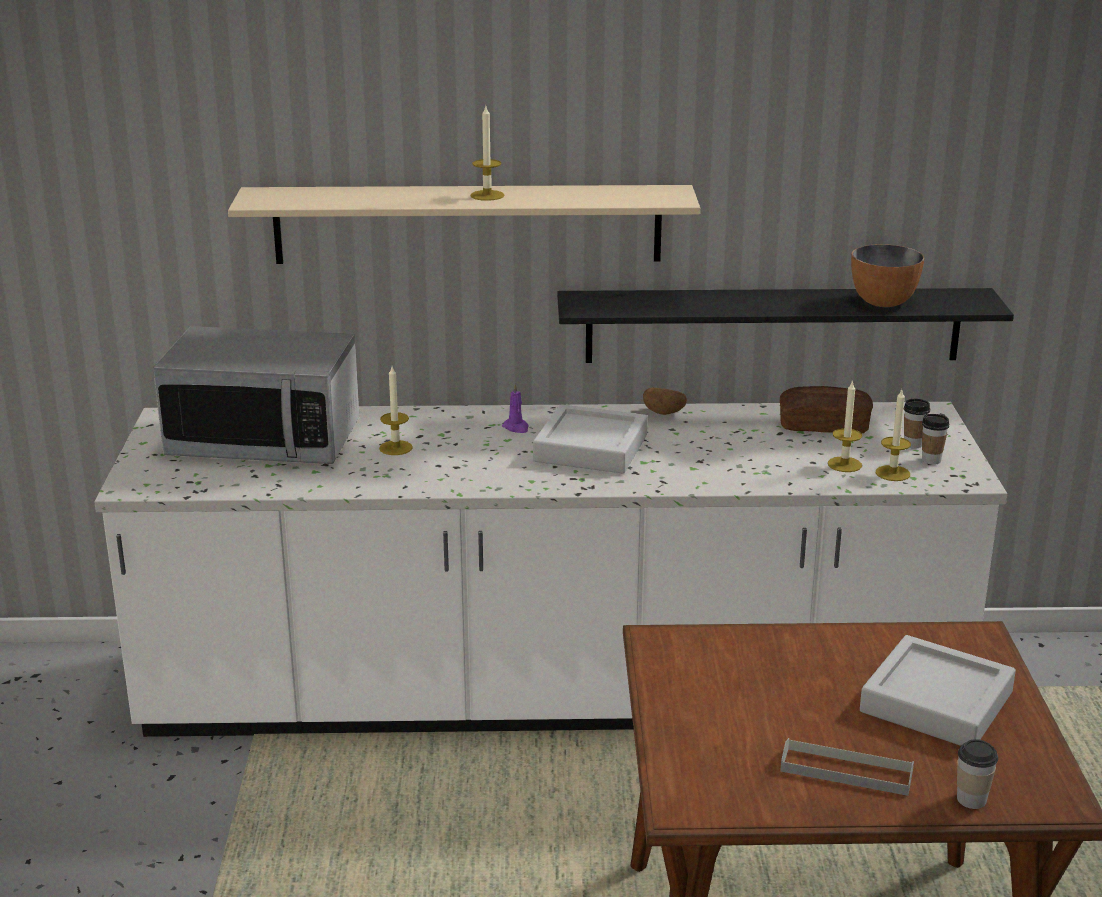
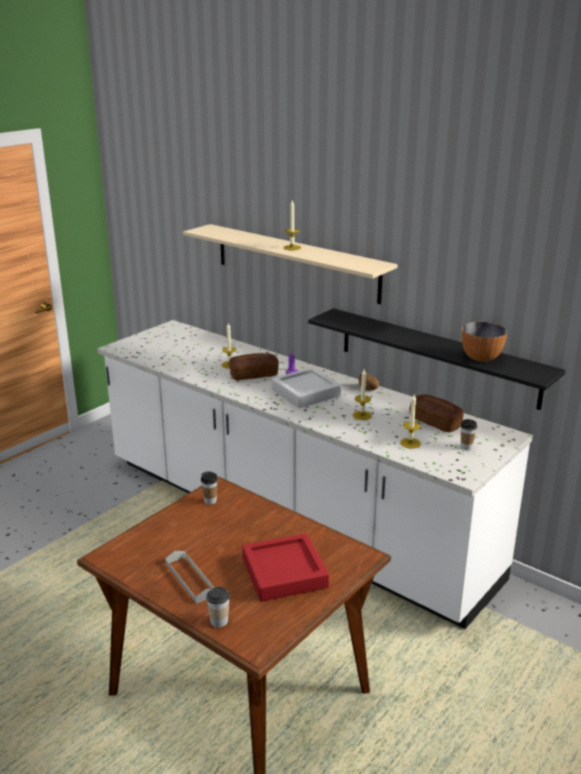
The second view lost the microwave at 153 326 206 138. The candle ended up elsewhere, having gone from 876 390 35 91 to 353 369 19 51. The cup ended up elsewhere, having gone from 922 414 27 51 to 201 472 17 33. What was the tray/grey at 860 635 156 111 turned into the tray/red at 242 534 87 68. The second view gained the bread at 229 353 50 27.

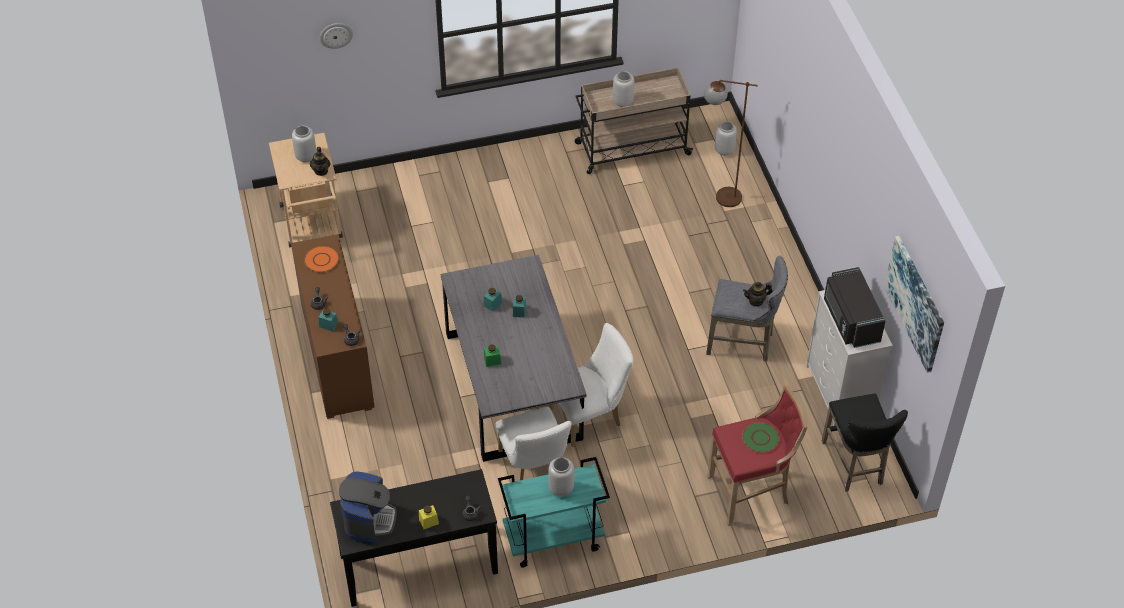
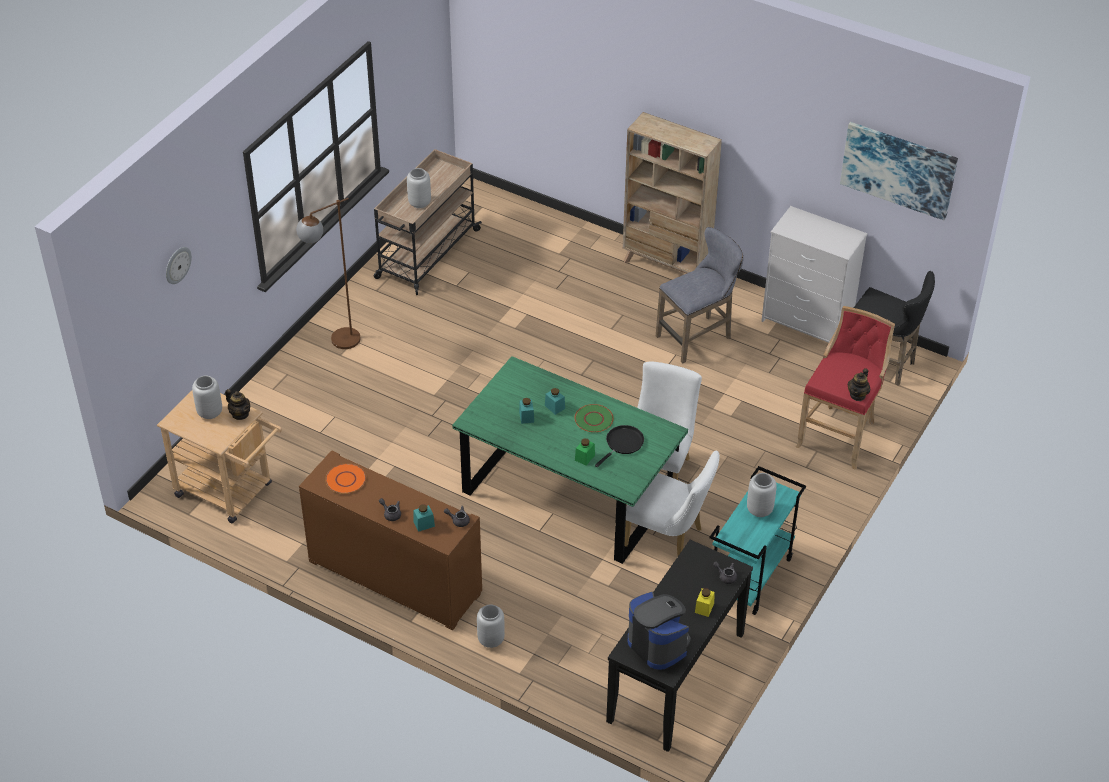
The floor lamp/brown ended up elsewhere, having gone from 704 80 54 127 to 296 198 64 151. The vase/grey ended up elsewhere, having gone from 715 121 22 35 to 477 605 28 43. What was the dining table/grey at 440 255 147 207 turned into the dining table/green at 452 356 236 208. The second view lost the microwave/black at 824 267 62 81. The teapot ended up elsewhere, having gone from 743 282 30 25 to 847 368 23 33. The plate/green ended up elsewhere, having gone from 742 422 37 31 to 575 404 39 28. The second view gained the bookcase/beige at 623 112 99 162. The second view gained the frying pan/black at 595 425 49 42.

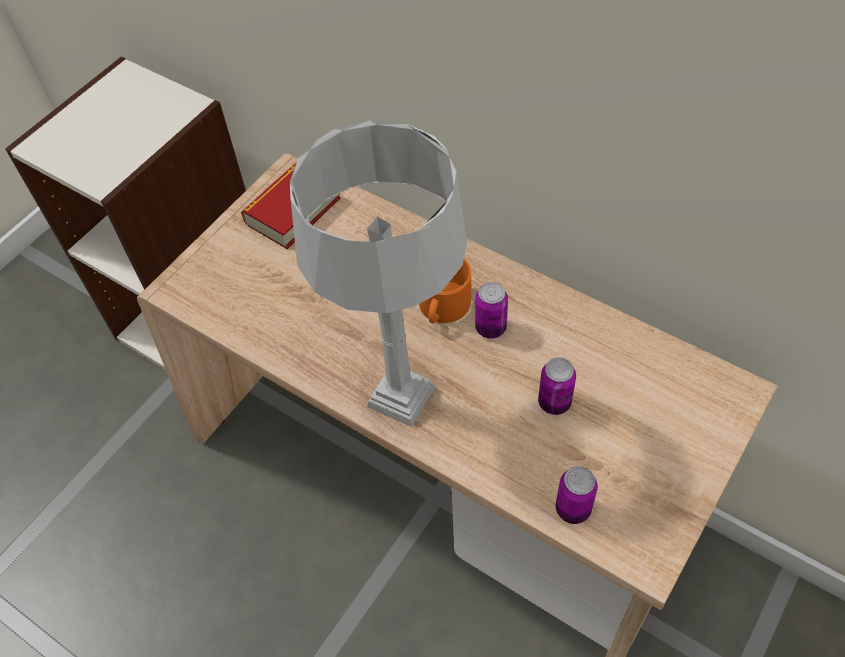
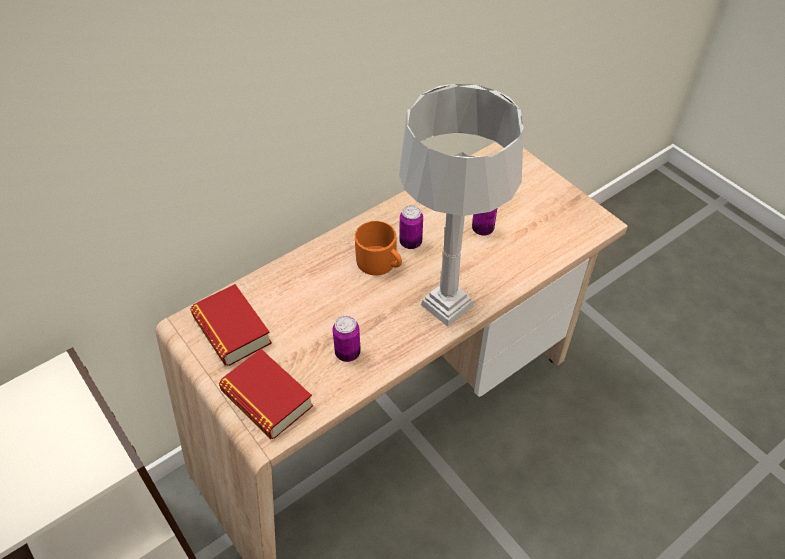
The can ended up elsewhere, having gone from 556 466 42 58 to 333 316 28 46. The second view gained the book at 219 349 94 90.

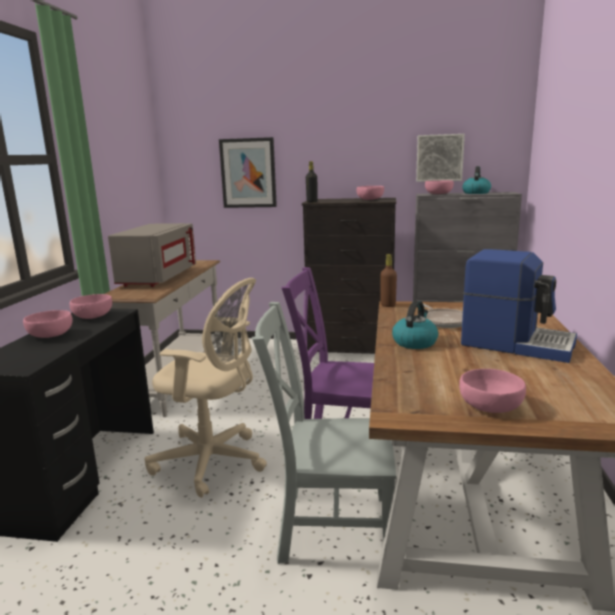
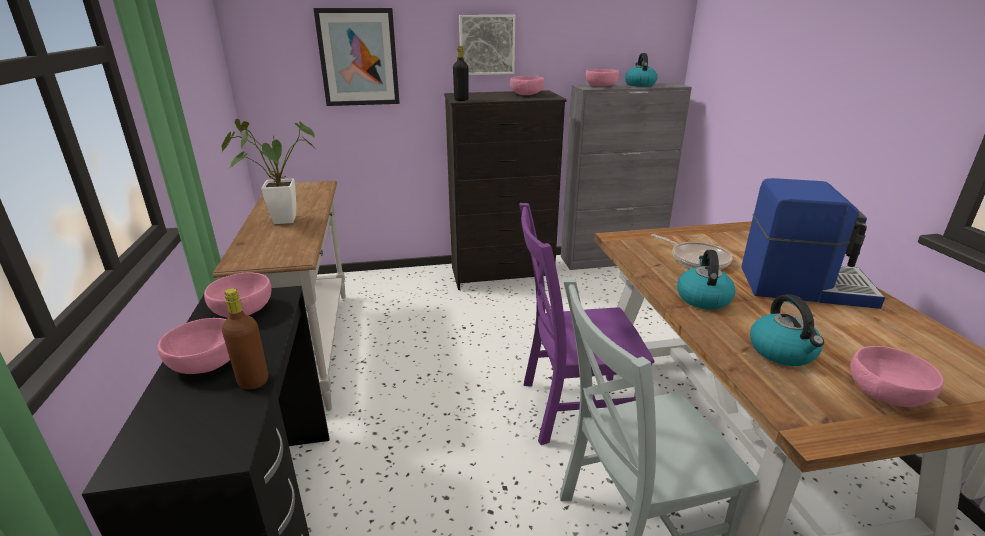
The picture ended up elsewhere, having gone from 416 134 49 48 to 459 15 56 60. Where the microwave/grey stood at 108 223 88 64, the potted plant came to stand at 222 119 93 105. The bottle/brown ended up elsewhere, having gone from 381 254 16 53 to 222 288 46 101. The second view lost the office chair/beige at 144 278 123 220. The second view gained the kettle at 750 294 74 72.

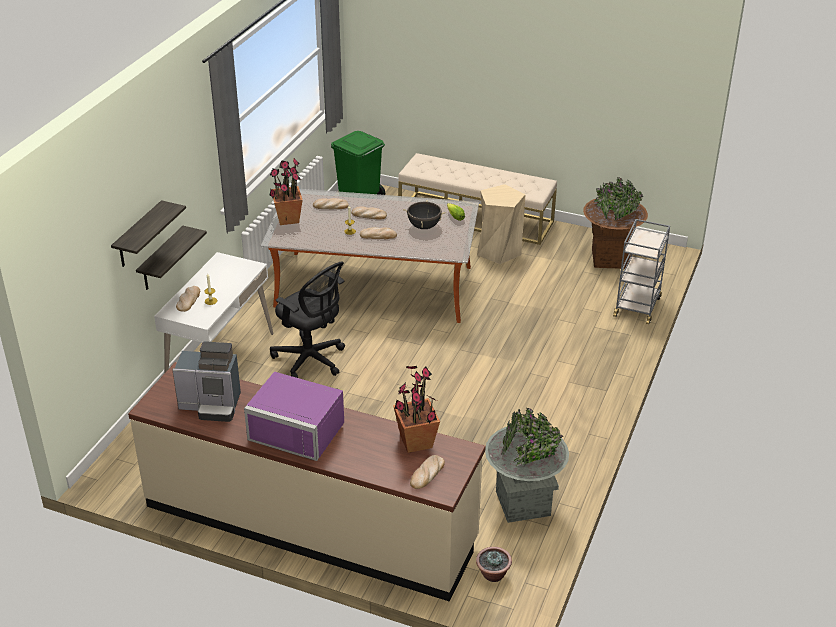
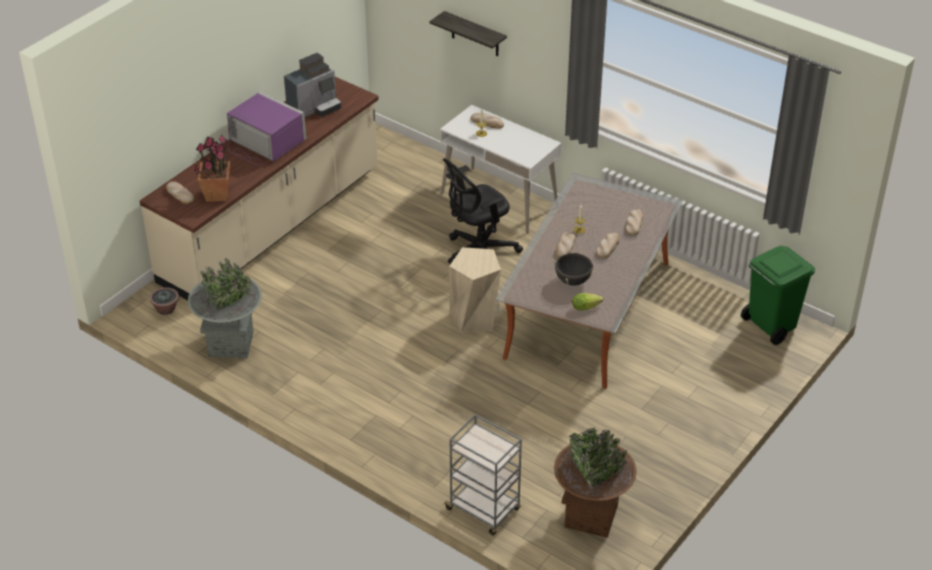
The second view lost the bench/beige at 398 153 159 92. The second view lost the potted plant at 269 158 34 67. The stool/beige ended up elsewhere, having gone from 477 184 49 80 to 449 247 52 85. The second view lost the shelf at 136 226 71 64. The coffee machine at 173 341 68 81 ended up facing another way, 150 degrees counterclockwise from before. The microwave/purple at 244 372 100 89 ended up facing another way, 90 degrees clockwise from before.

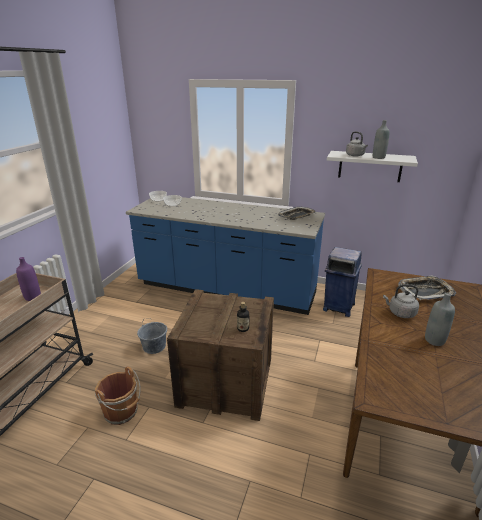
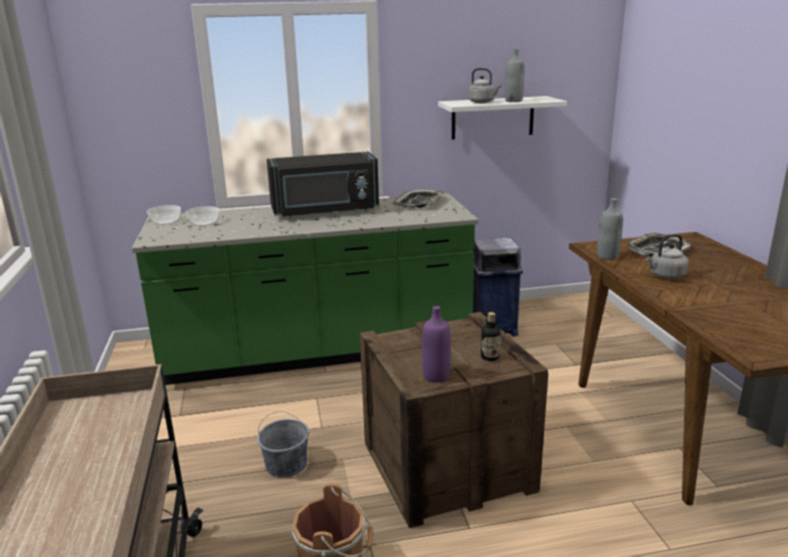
What was the counter/blue at 126 197 199 118 turned into the counter/green at 132 193 346 192. The bottle/purple ended up elsewhere, having gone from 16 257 25 44 to 422 306 29 77. The bottle/grey ended up elsewhere, having gone from 425 293 30 53 to 597 198 26 62. The second view gained the microwave/black at 267 152 112 65.

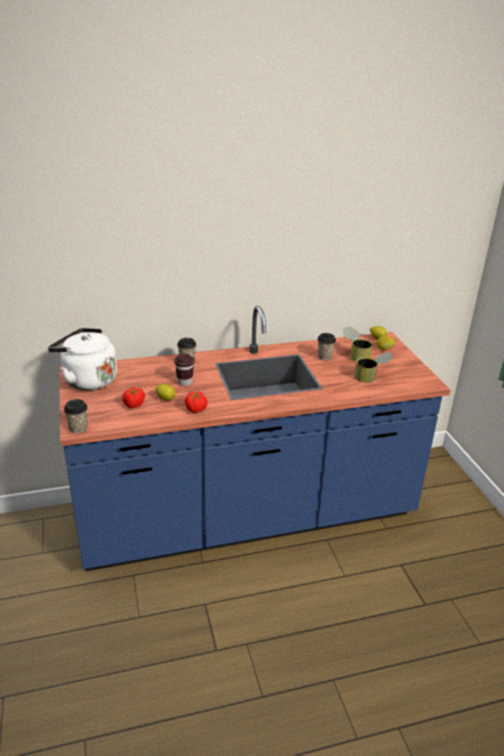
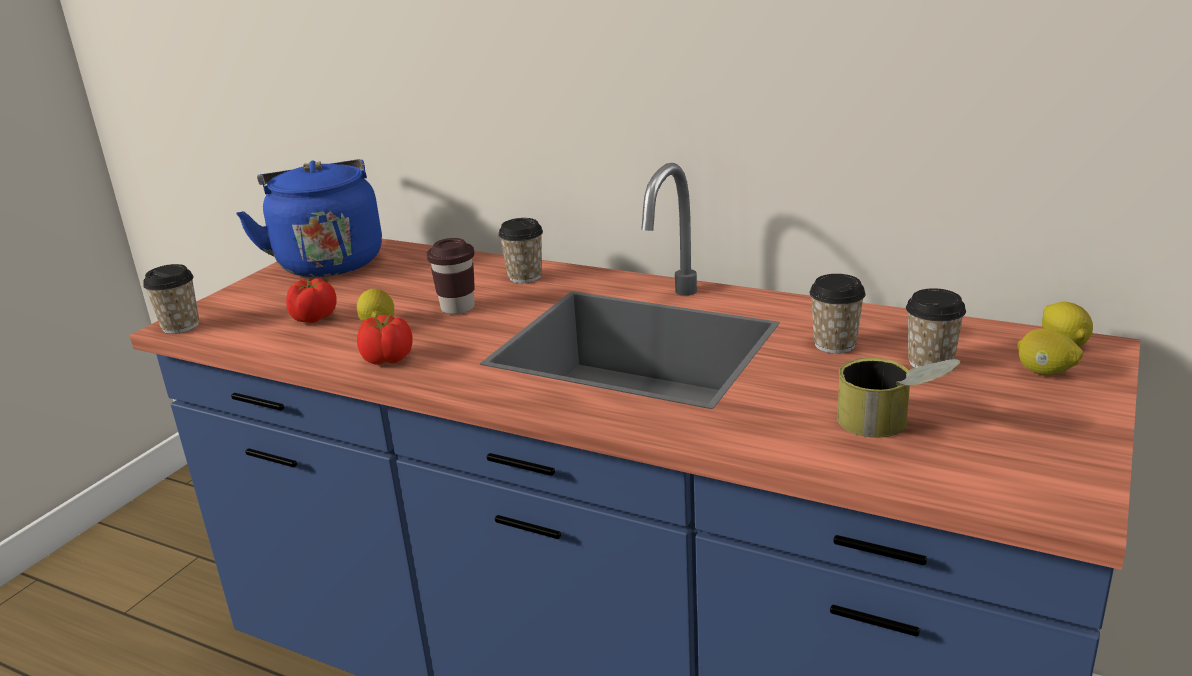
Where the can stood at 343 327 30 35, the cup came to stand at 906 288 60 80. What was the kettle/white at 48 328 69 62 turned into the kettle/blue at 236 159 146 118.

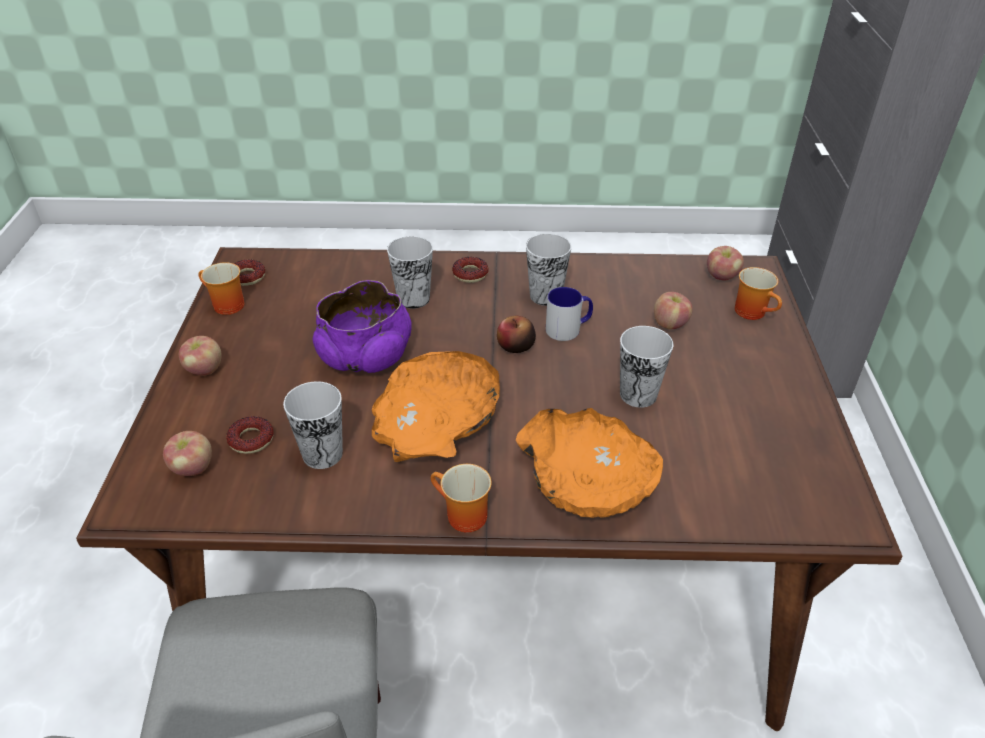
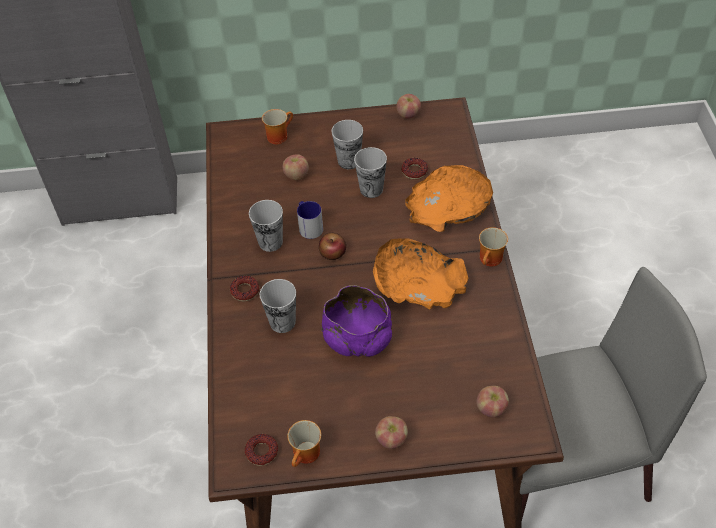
The apple ended up elsewhere, having gone from 707 246 37 34 to 397 94 24 25. The cup ended up elsewhere, having gone from 283 381 60 88 to 332 120 31 49. The donut ended up elsewhere, having gone from 226 416 48 38 to 401 158 27 22.

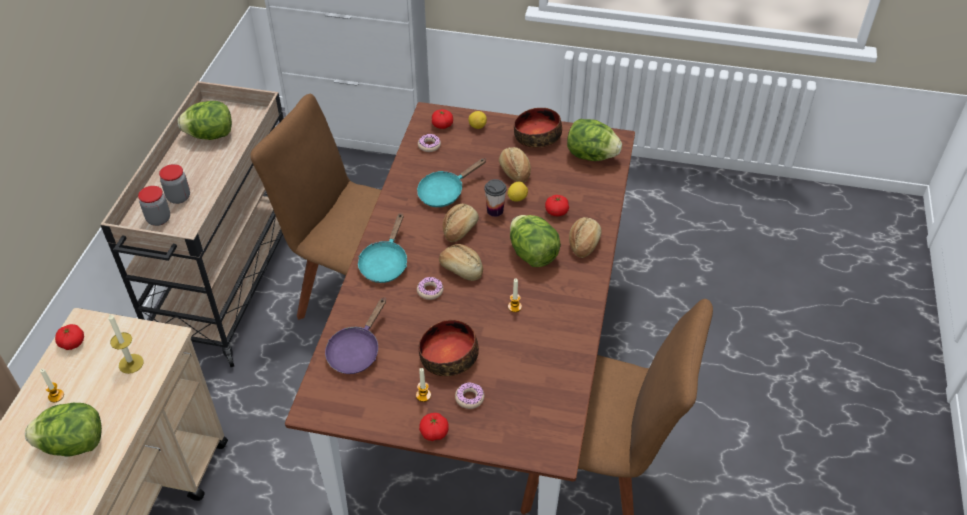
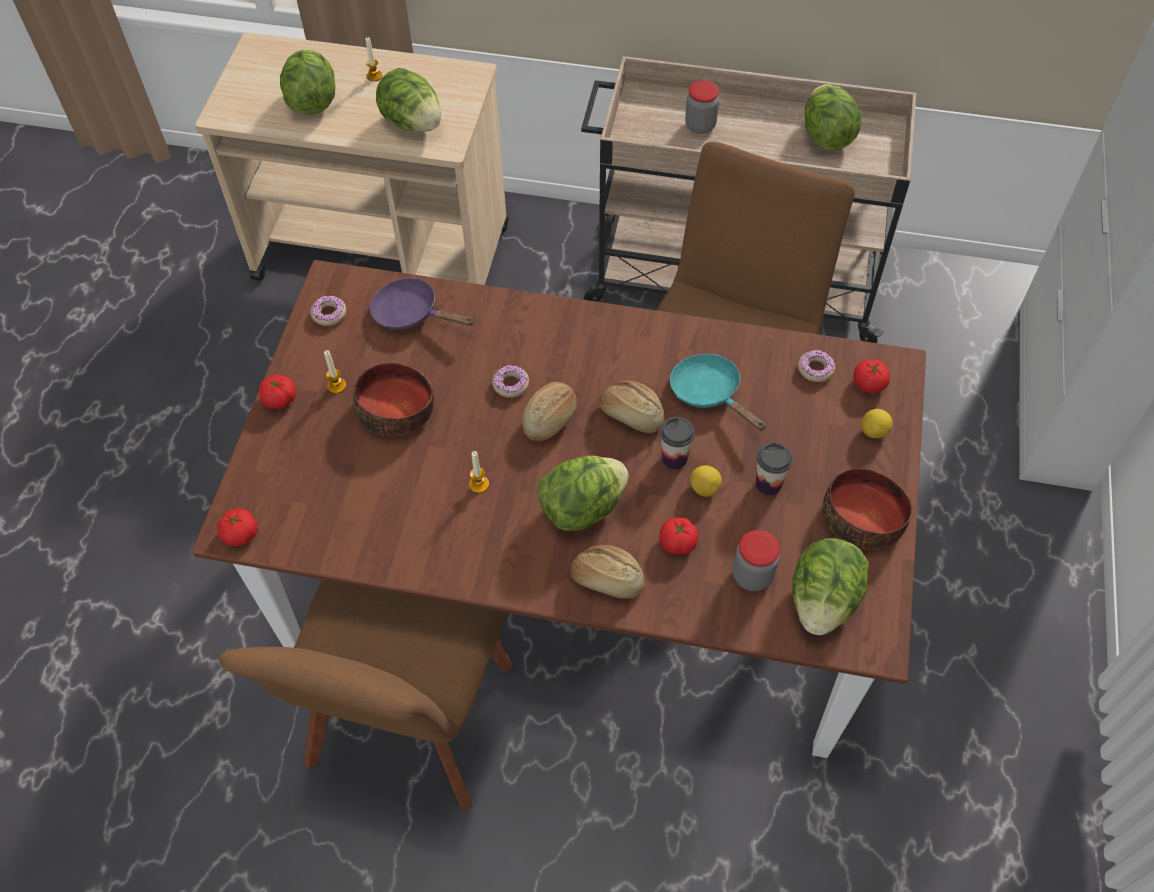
Where the bread stood at 499 147 32 36, the cup came to stand at 756 443 37 52. The jar ended up elsewhere, having gone from 138 186 32 40 to 733 530 47 61. The second view lost the frying pan/turquoise at 358 214 49 69. Where the candle stood at 108 313 36 61, the lettuce came to stand at 376 68 65 64. The tomato ended up elsewhere, having gone from 55 324 29 26 to 217 508 41 38. The donut ended up elsewhere, having gone from 455 382 29 27 to 311 295 35 31.

